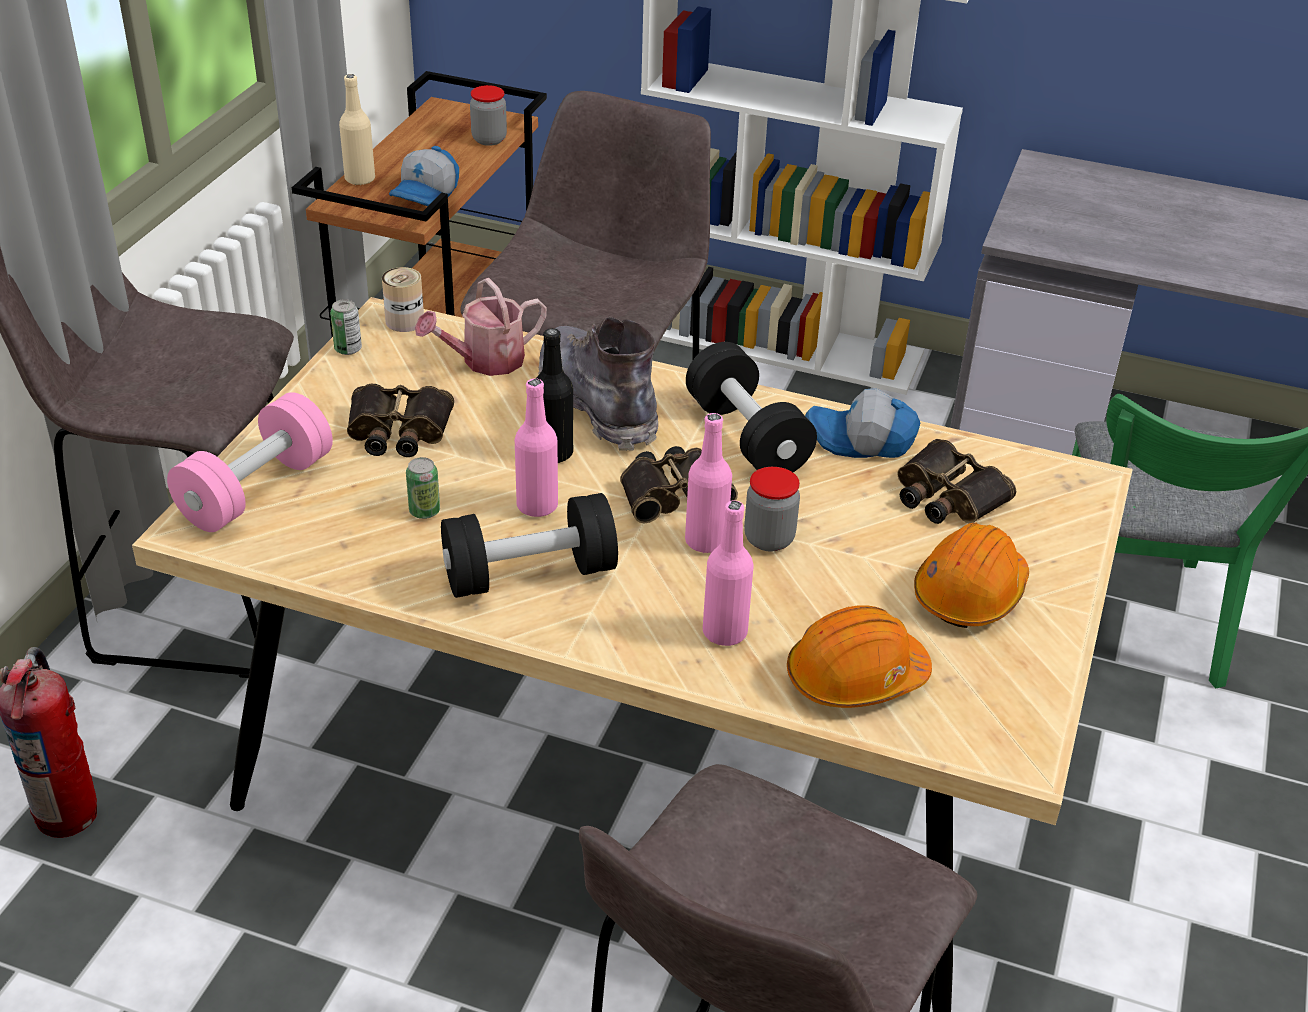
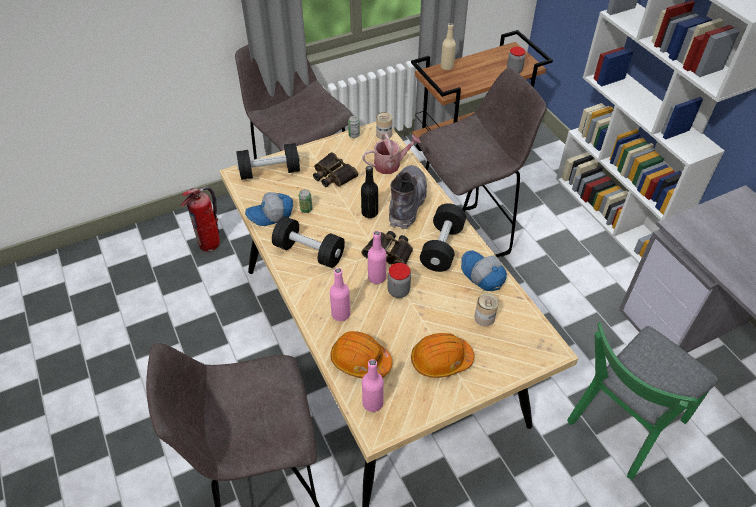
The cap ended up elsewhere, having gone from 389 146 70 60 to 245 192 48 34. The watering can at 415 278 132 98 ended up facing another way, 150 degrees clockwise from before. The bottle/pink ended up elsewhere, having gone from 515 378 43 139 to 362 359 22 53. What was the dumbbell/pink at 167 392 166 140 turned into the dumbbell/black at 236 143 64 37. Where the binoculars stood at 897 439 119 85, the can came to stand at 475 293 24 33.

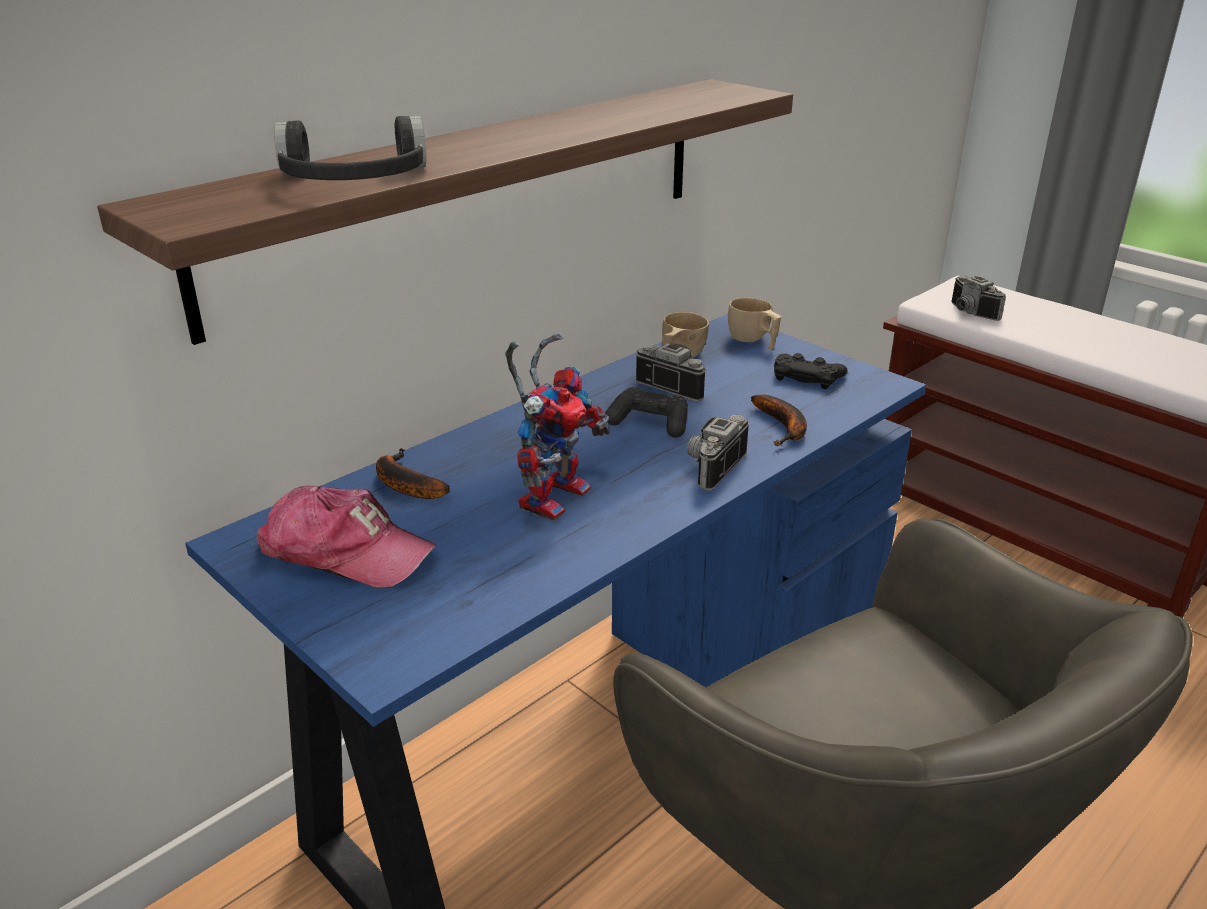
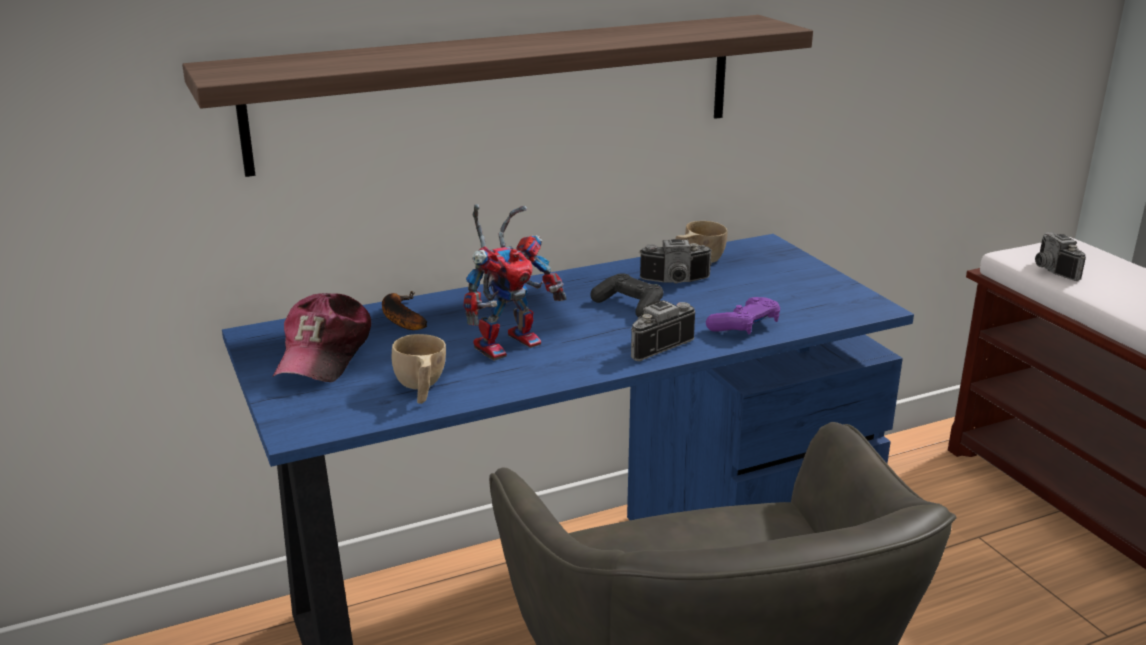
The second view lost the headphones/black at 274 116 152 64. The cup/beige ended up elsewhere, having gone from 728 298 53 52 to 392 334 54 70. The photo camera at 636 343 70 59 ended up facing another way, 120 degrees clockwise from before. The second view lost the game controller/black at 774 353 73 36. Where the banana stood at 751 395 56 51, the game controller/purple came to stand at 706 297 74 37. The cap at 257 486 179 102 ended up facing another way, 60 degrees clockwise from before.

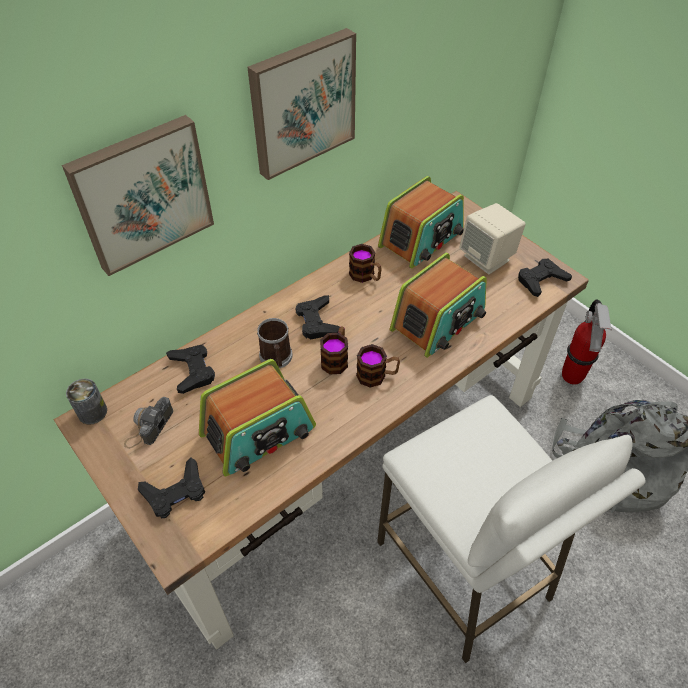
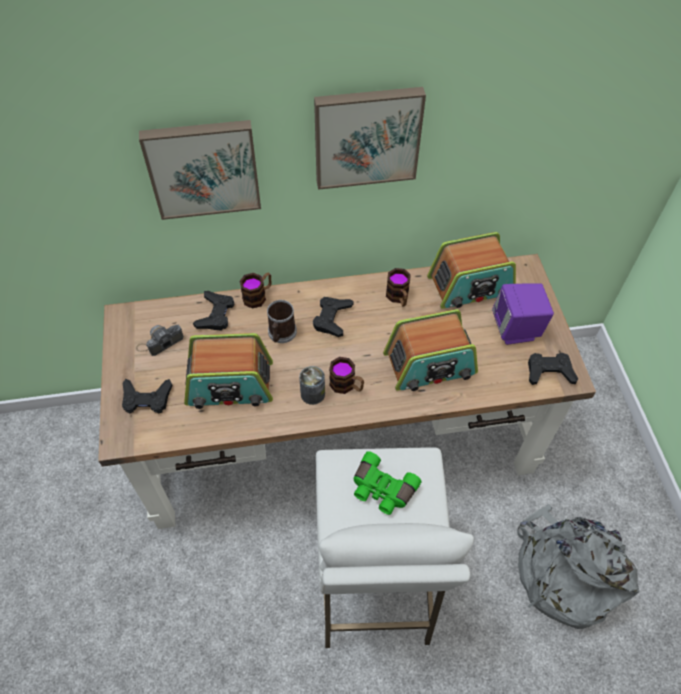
What was the speaker/beige at 459 203 67 71 turned into the speaker/purple at 492 283 62 62. The second view lost the fire extinguisher at 562 300 50 85. The mug ended up elsewhere, having gone from 320 327 28 47 to 239 272 33 37. The can ended up elsewhere, having gone from 66 379 41 46 to 299 366 26 39. The second view gained the binoculars/green at 354 451 68 64.

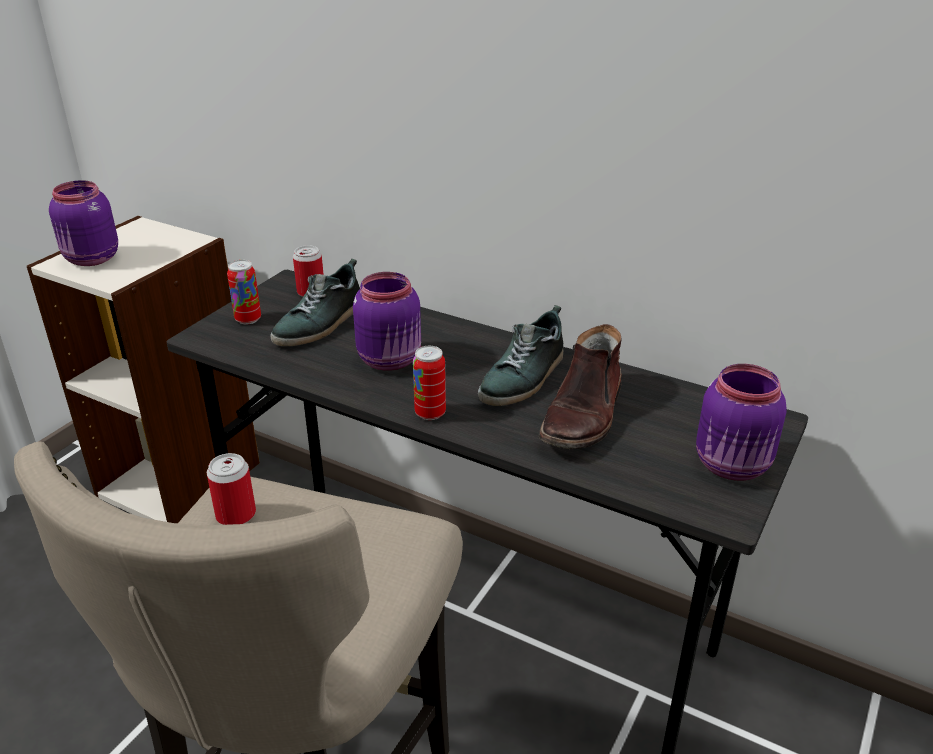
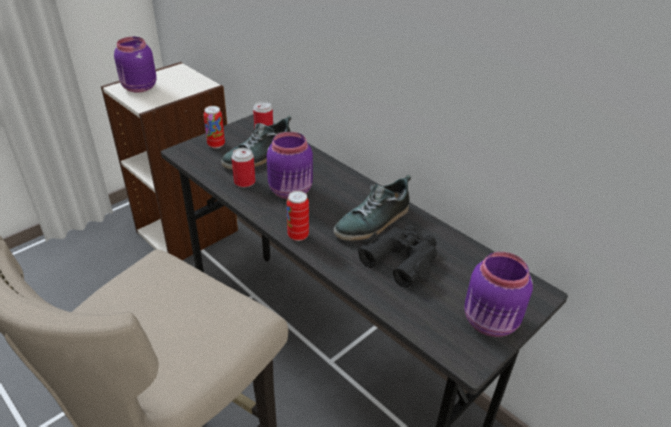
Where the boot/brown stood at 539 324 83 125, the binoculars/black came to stand at 358 225 79 63. The can ended up elsewhere, having gone from 207 453 49 72 to 232 148 23 39.

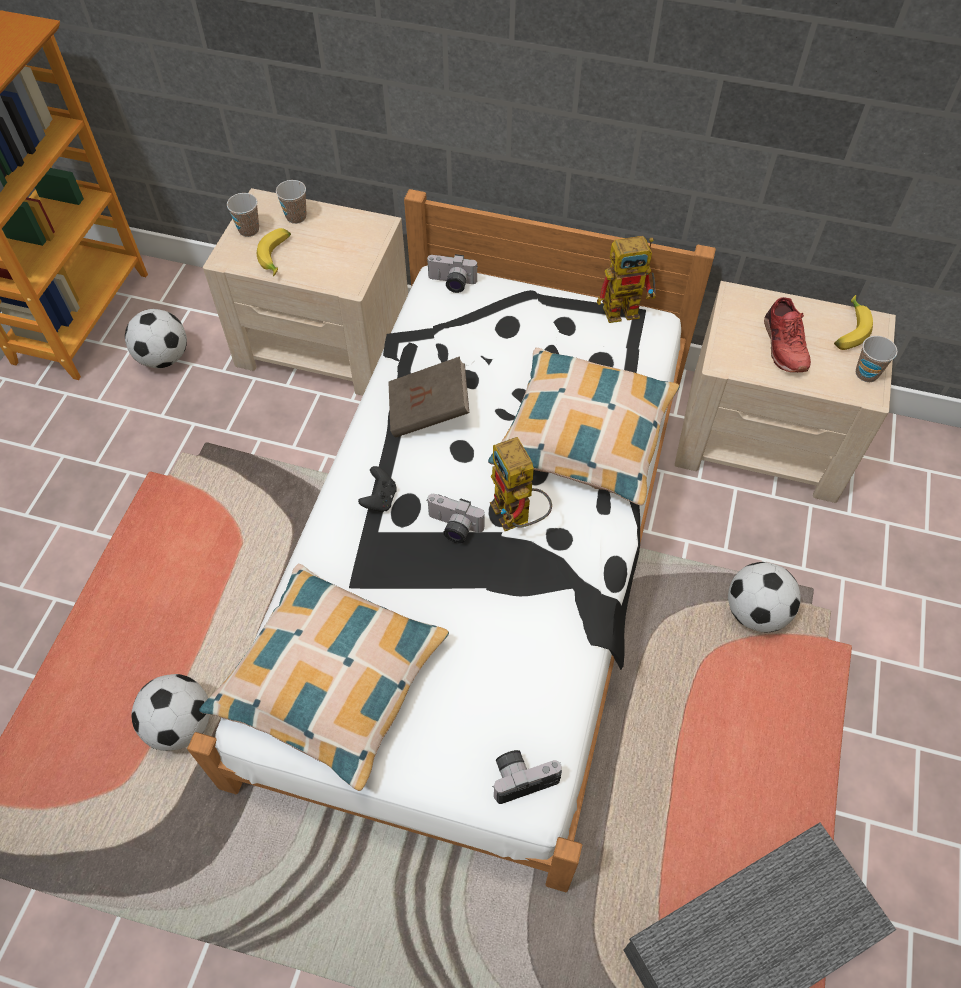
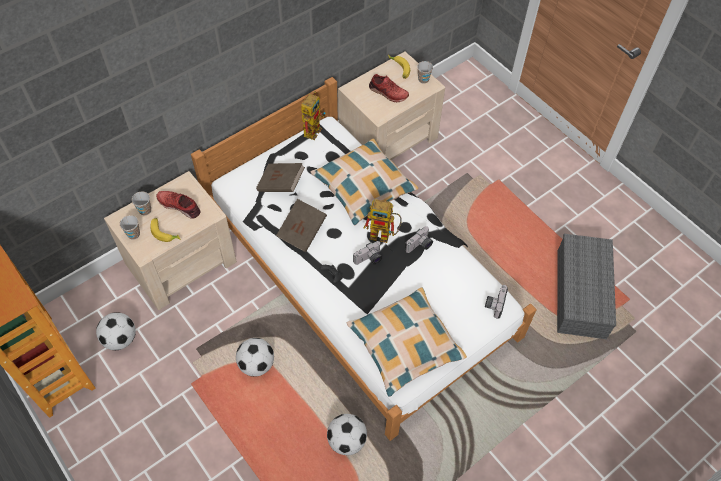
The photo camera ended up elsewhere, having gone from 426 254 52 39 to 405 226 28 27. The football ended up elsewhere, having gone from 728 562 73 71 to 236 338 38 39. The second view gained the book/brown at 256 163 49 29. The second view gained the shoe/red at 156 191 45 28.

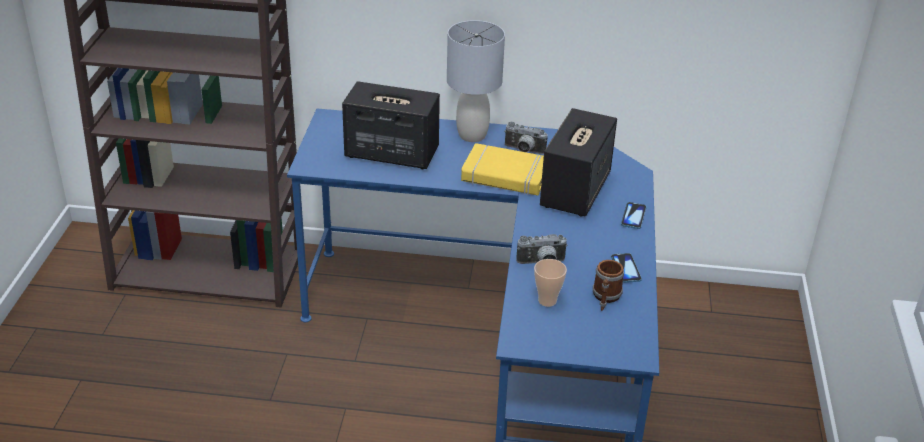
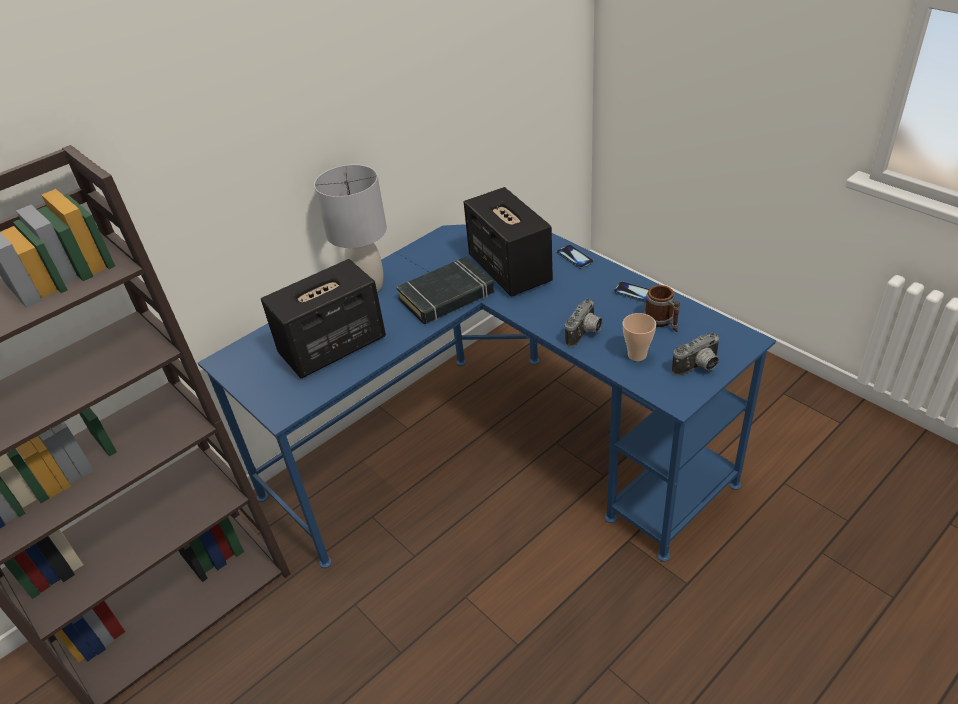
The photo camera ended up elsewhere, having gone from 504 122 44 32 to 672 333 48 43. What was the book/yellow at 461 143 83 53 turned into the book/black at 396 257 98 67.

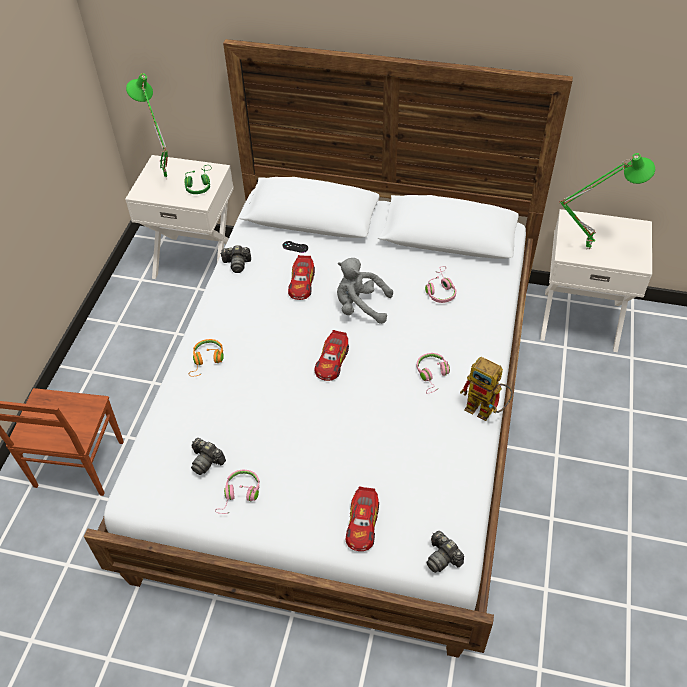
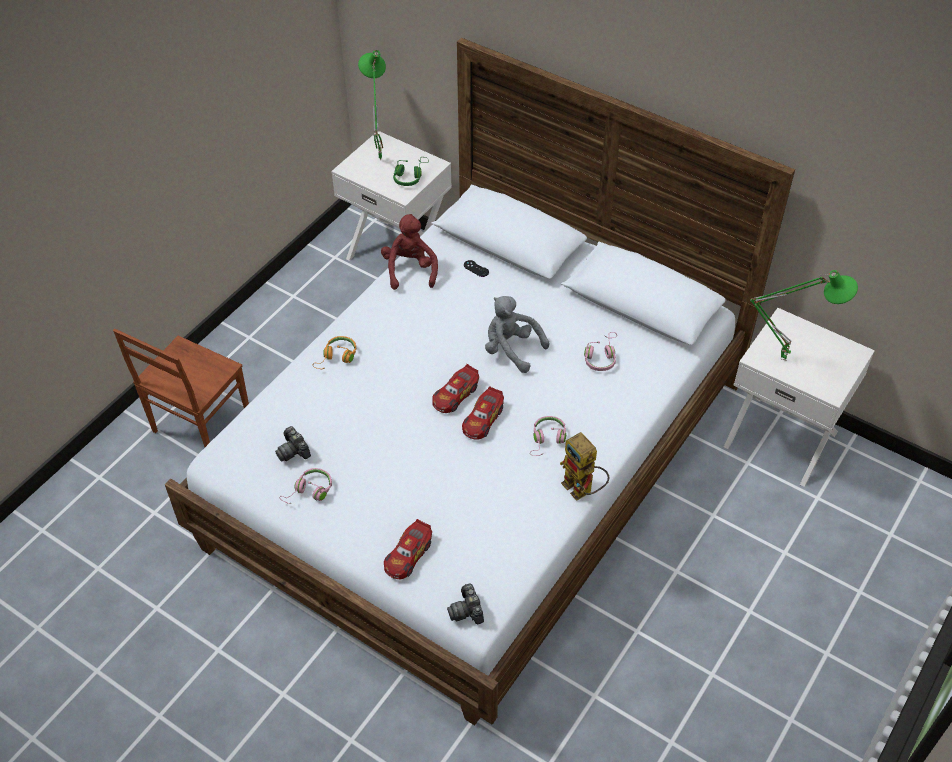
Where the photo camera stood at 220 245 31 28, the plush toy/red came to stand at 381 214 57 76. The toy car ended up elsewhere, having gone from 288 255 27 45 to 462 386 42 54.

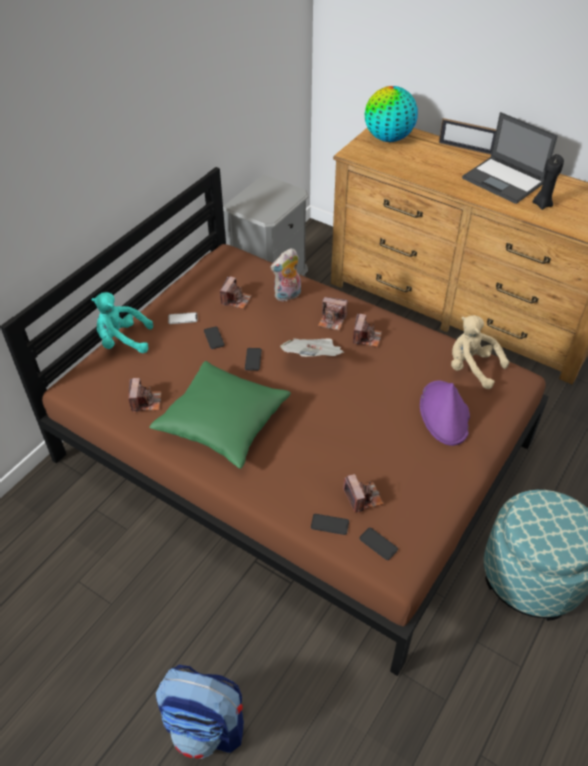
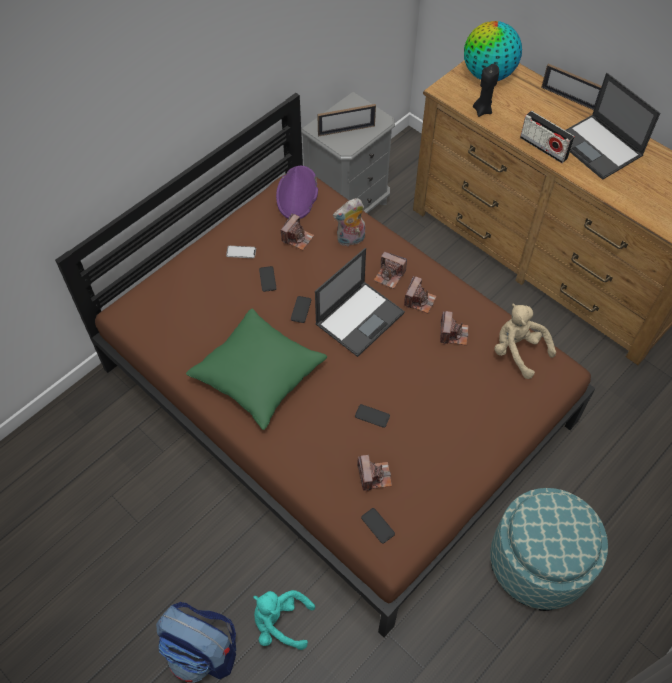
The candle/black ended up elsewhere, having gone from 533 154 31 56 to 473 64 26 53. The plush toy/turquoise ended up elsewhere, having gone from 92 292 61 61 to 253 590 62 60. Where the newspaper stood at 280 338 64 19, the laptop came to stand at 315 248 90 109. The photo camera ended up elsewhere, having gone from 128 378 34 35 to 440 311 29 34. The hat/purple ended up elsewhere, having gone from 420 380 50 66 to 276 166 42 53. The phone ended up elsewhere, having gone from 311 514 38 21 to 355 404 35 24. The second view gained the picture frame at 317 104 59 33. The second view gained the radio at 520 111 55 52.

